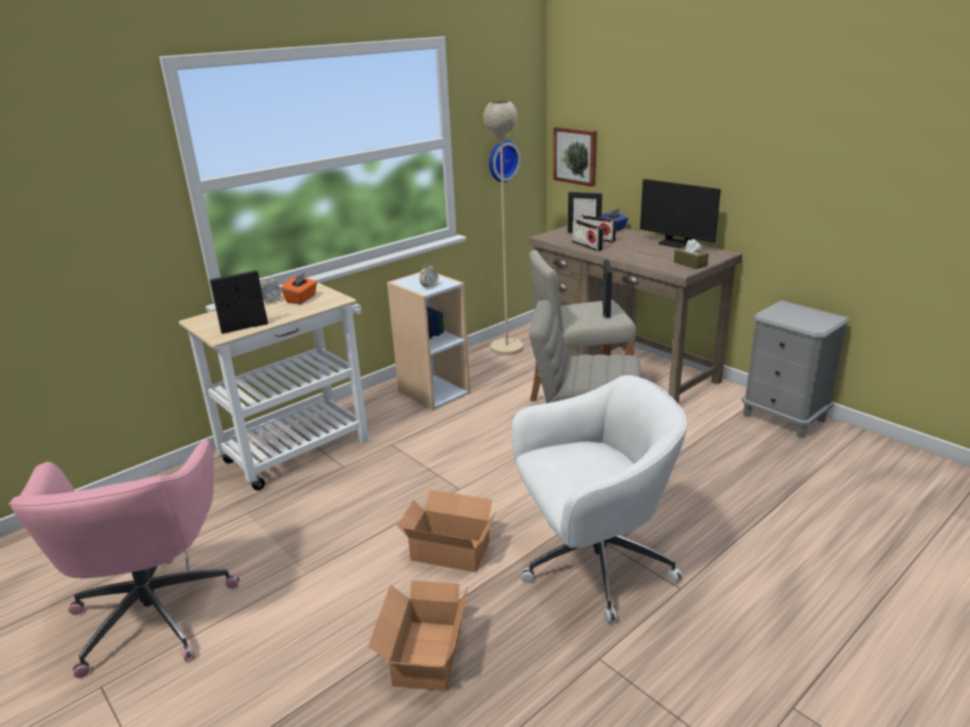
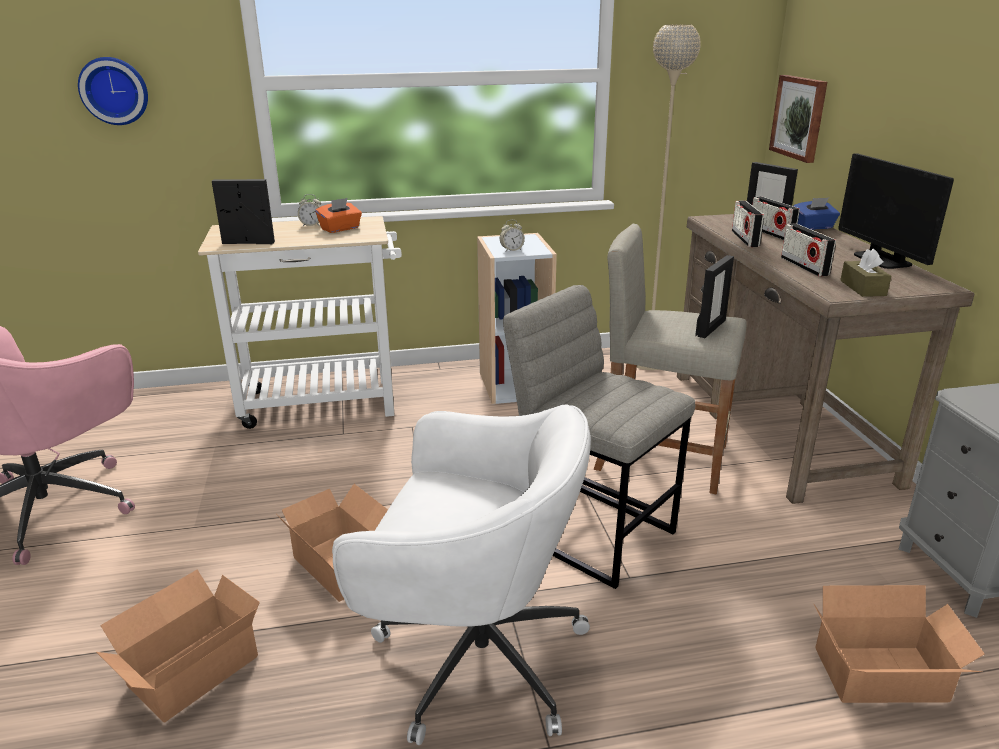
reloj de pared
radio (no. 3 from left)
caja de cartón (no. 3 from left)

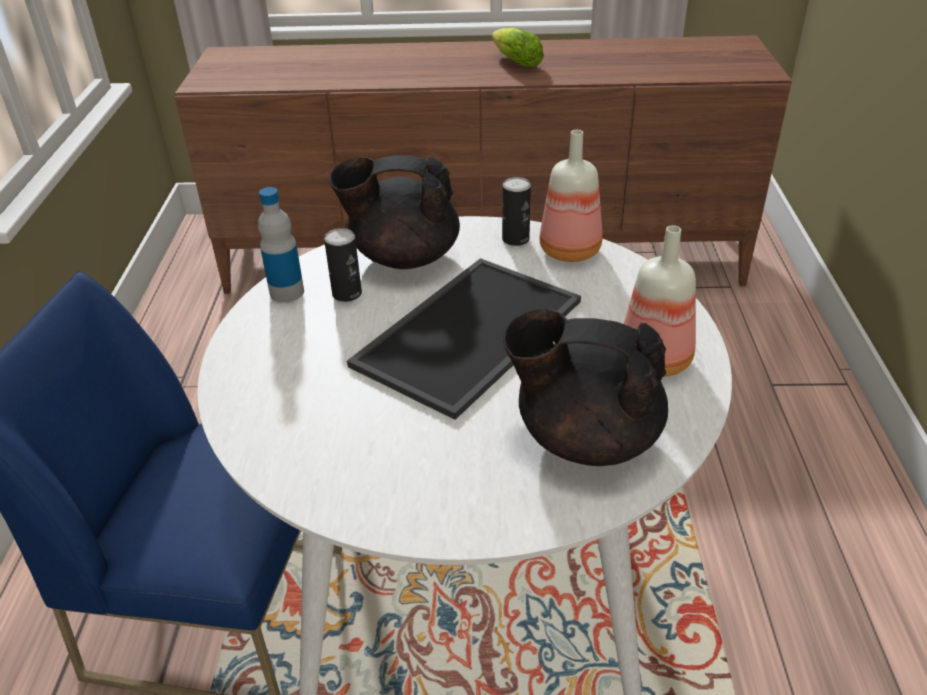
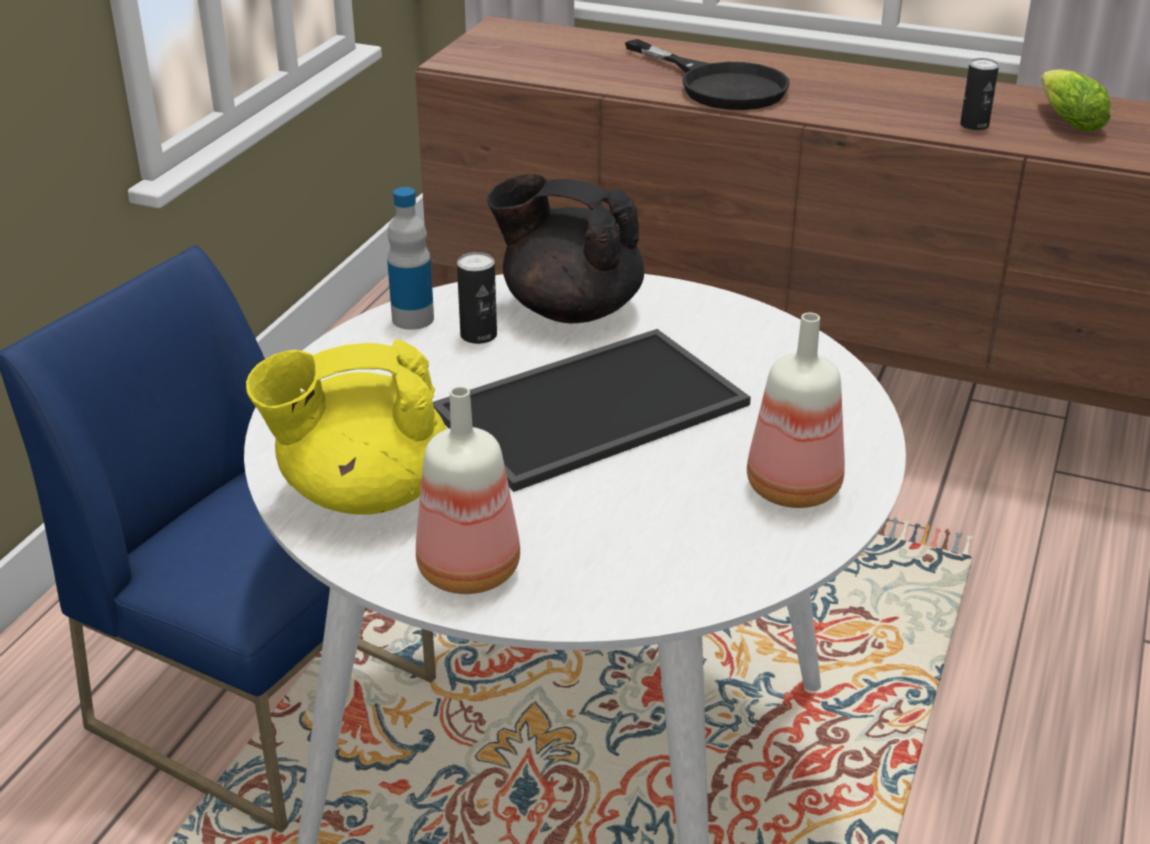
lechuga
botella (no. 2 from left)
lata (no. 2 from left)
tetera/negro (no. 2 from left in the first image)
sartén/negro
tetera/amarillo

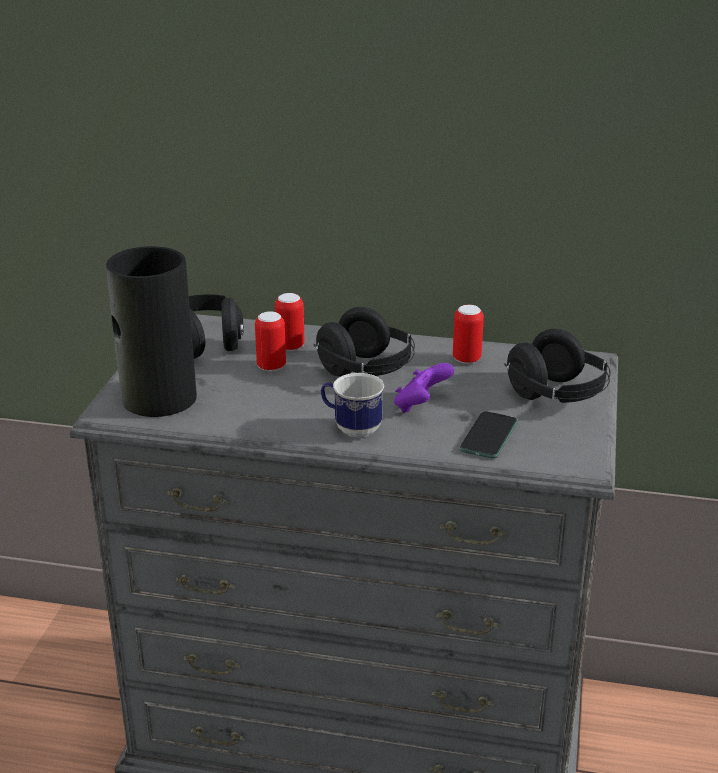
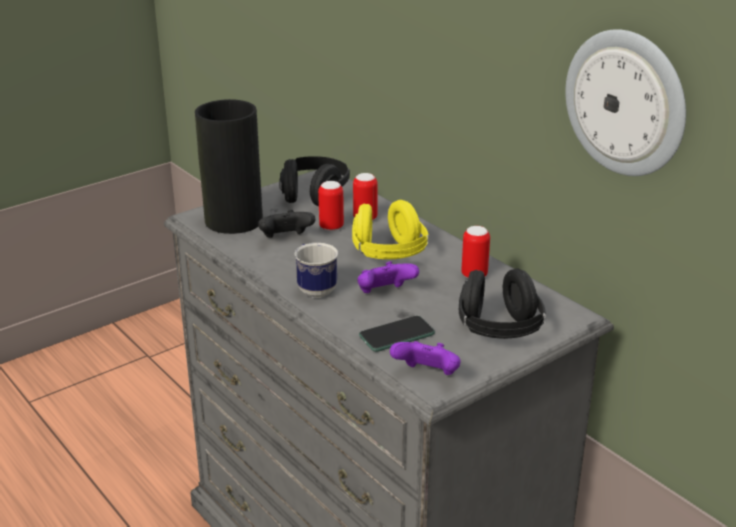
auriculares/amarillo
reloj de pared
mando de consola/negro
mando de consola/morado (no. 2 from left)

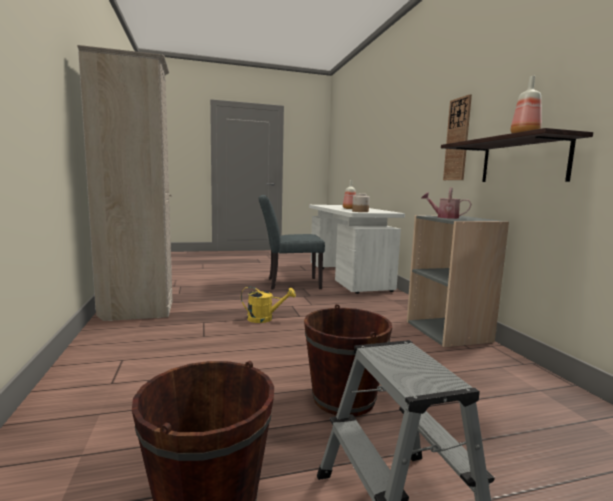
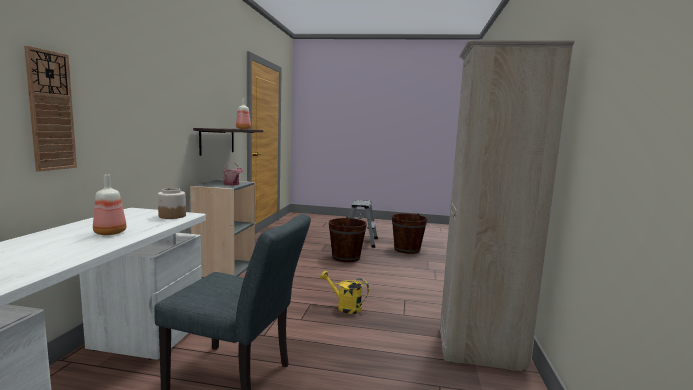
reloj de pared

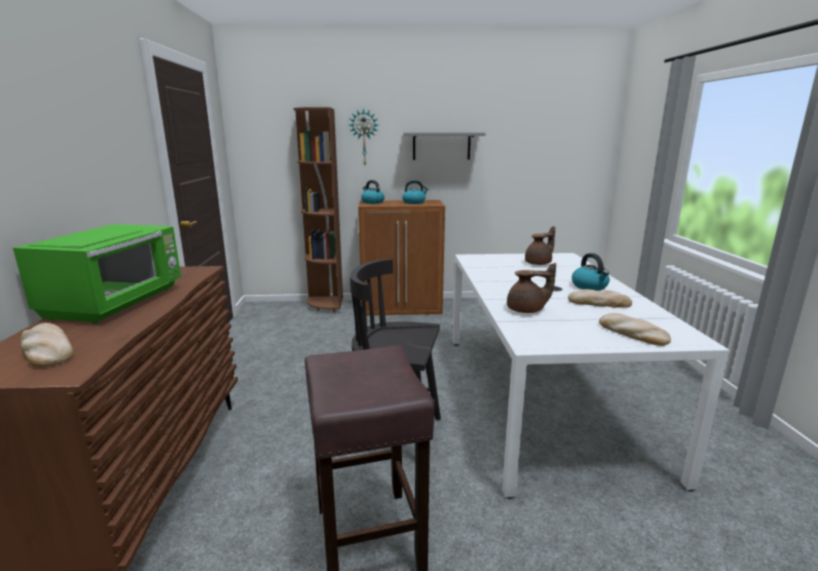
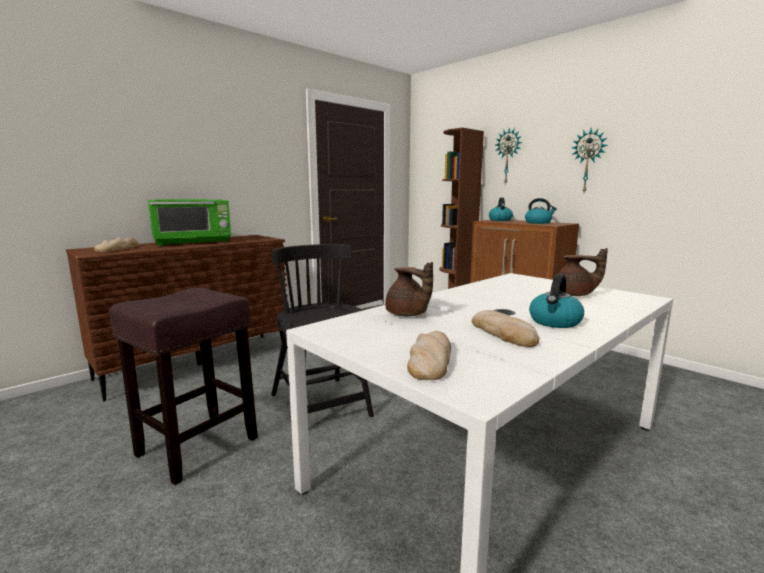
reloj de pared (no. 2 from left)

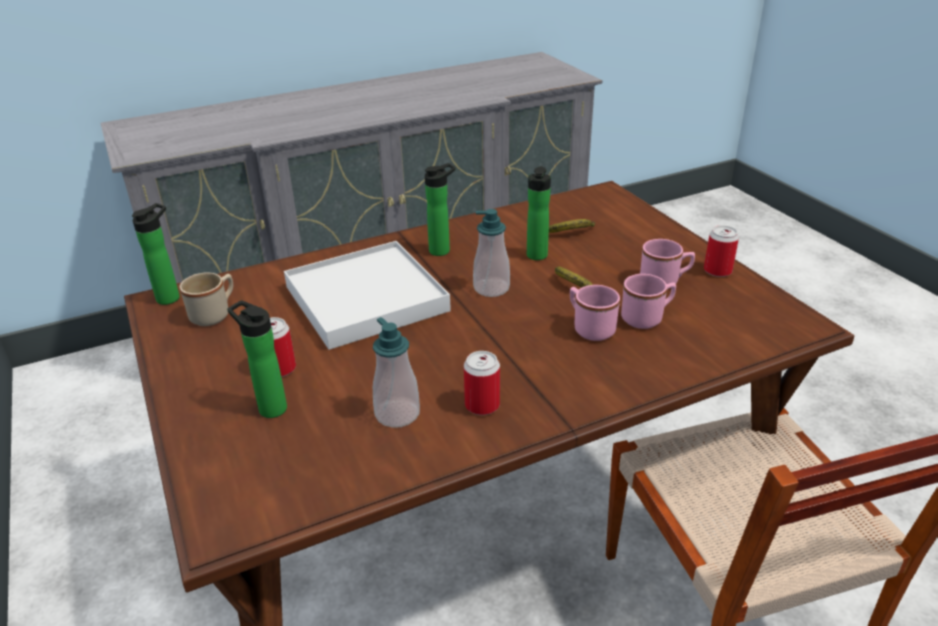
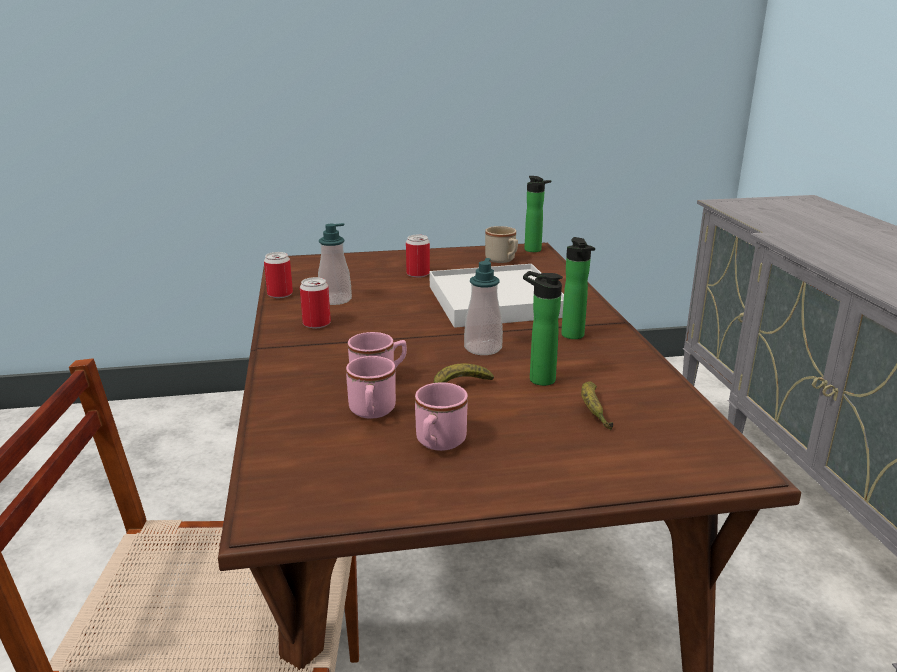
lata (no. 1 from left)
botella (no. 2 from left in the first image)

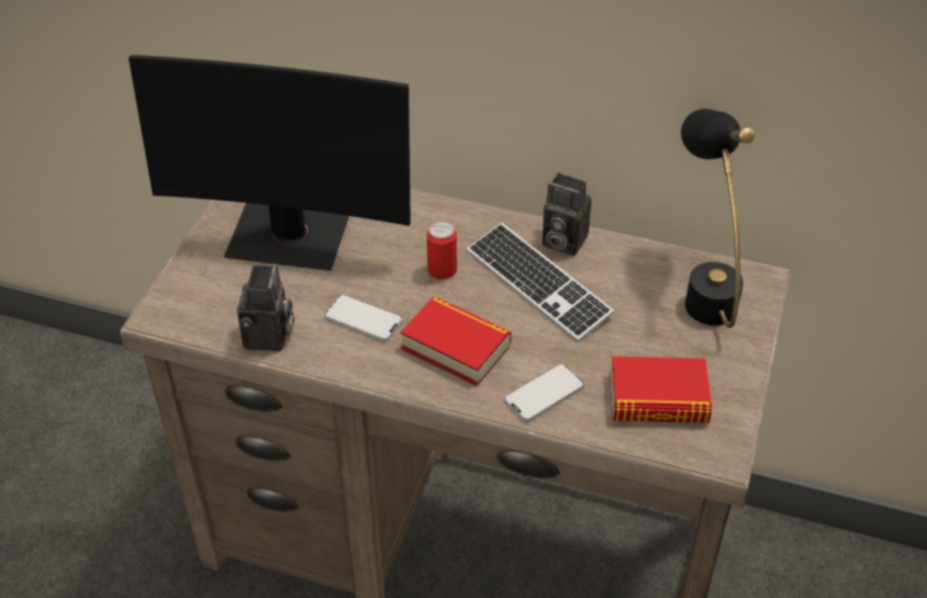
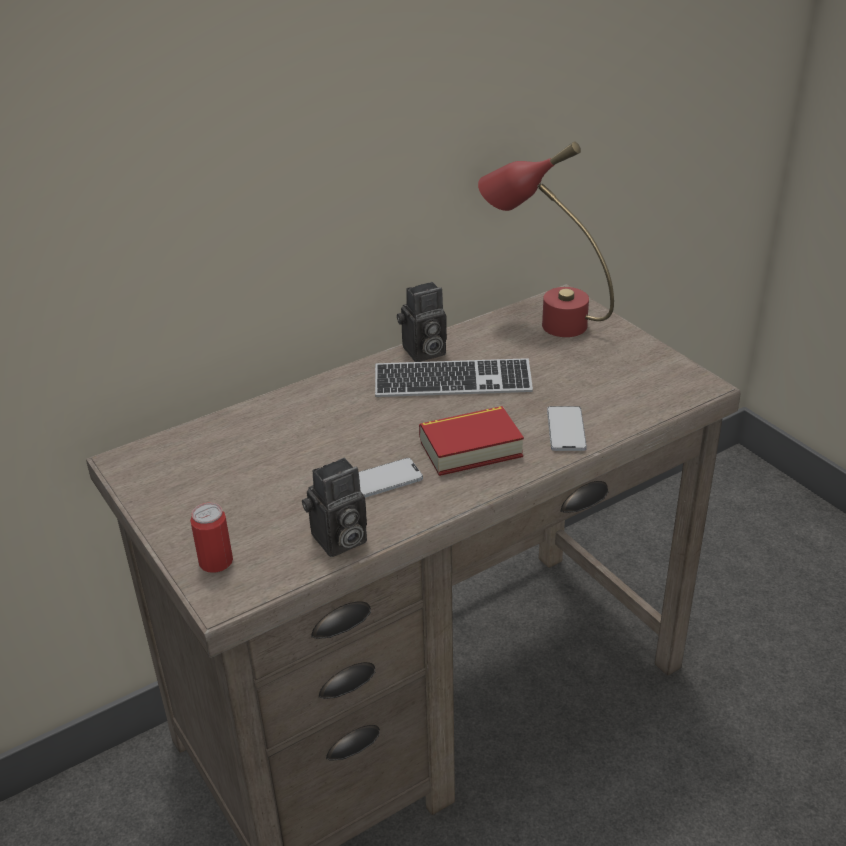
monitor
lámpara de mesa/rojo
lata
cámara (no. 1 from left)
libro (no. 2 from left in the first image)

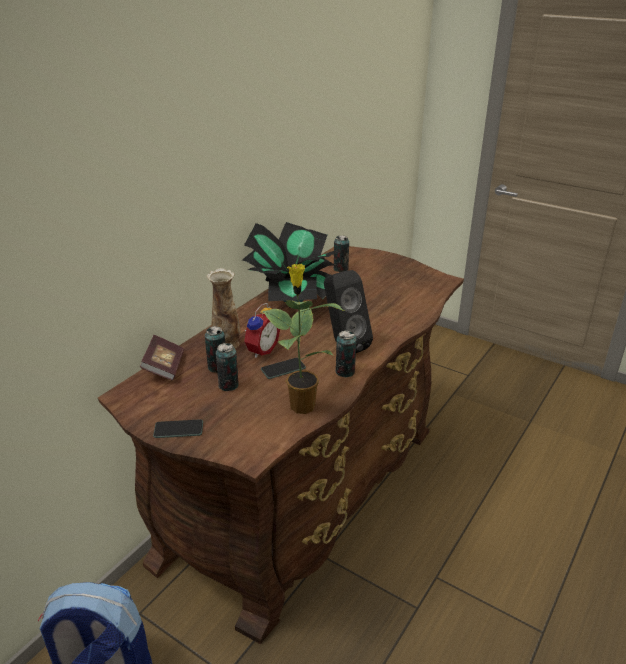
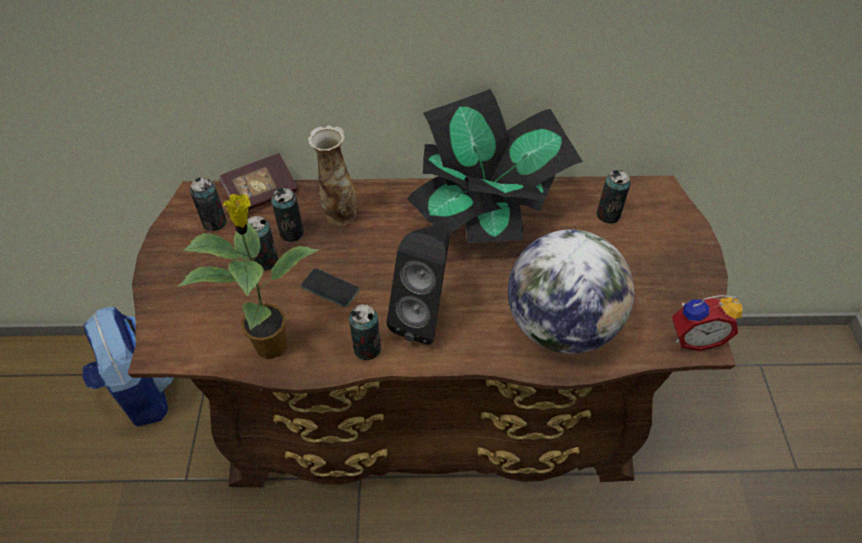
despertador
móvil (no. 1 from left in the first image)
lata (no. 1 from left)
globo terráqueo

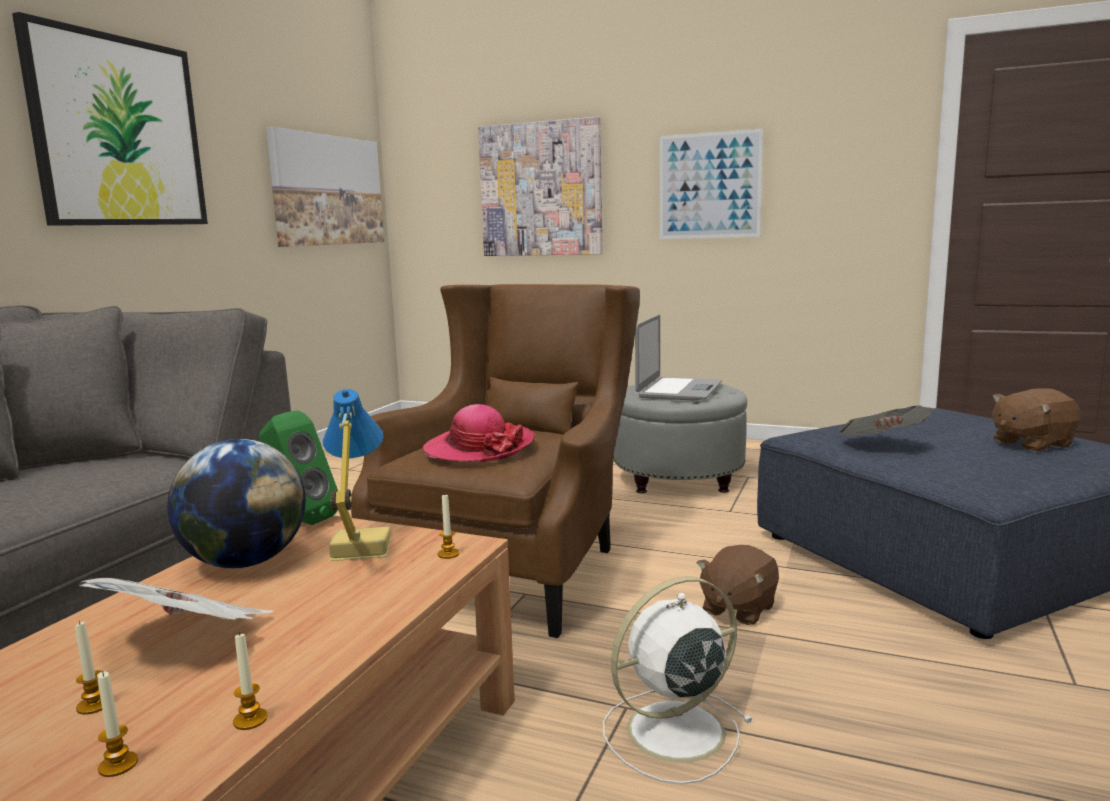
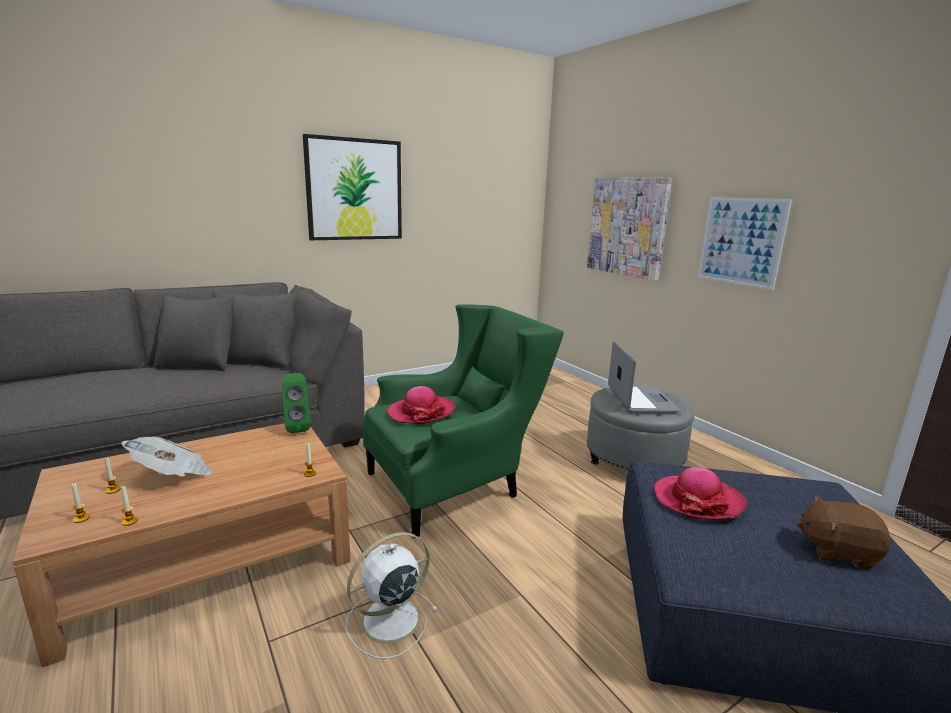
cuadro (no. 2 from left in the first image)
sillón/verde
portátil
lámpara de mesa
sombrero (no. 2 from left)
globo terráqueo
peluche/marrón (no. 1 from left in the first image)
ventilador/blanco

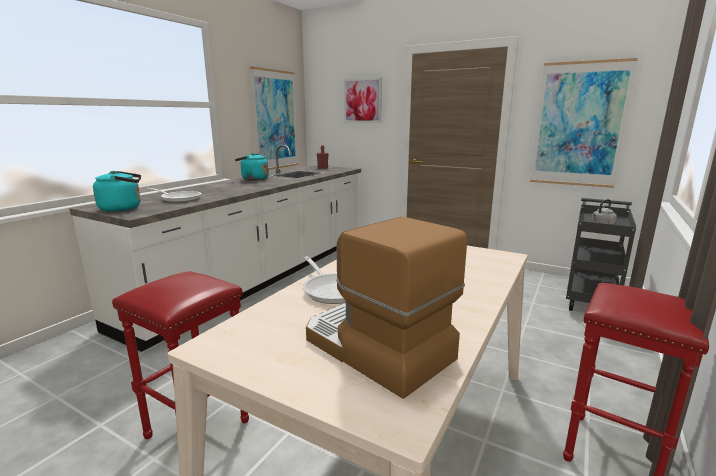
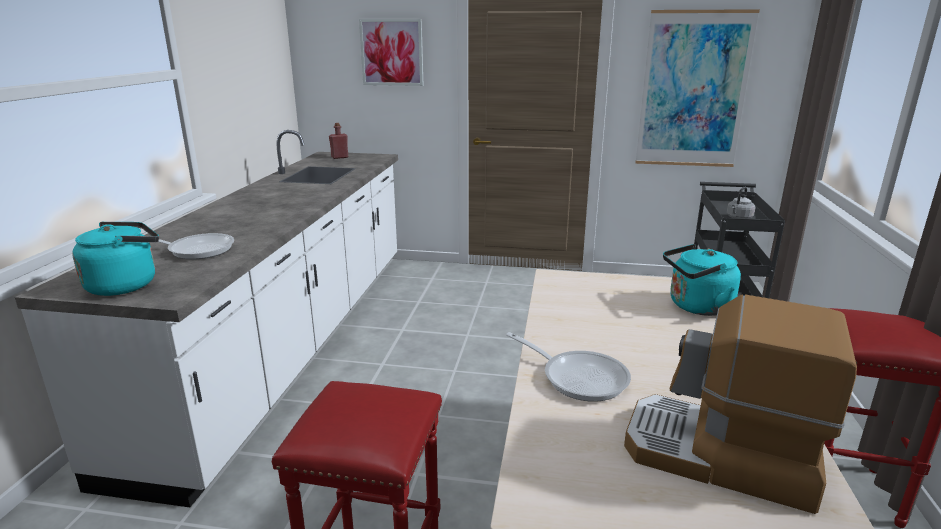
cuadro (no. 1 from left in the first image)
hervidor/turquesa (no. 2 from left)

